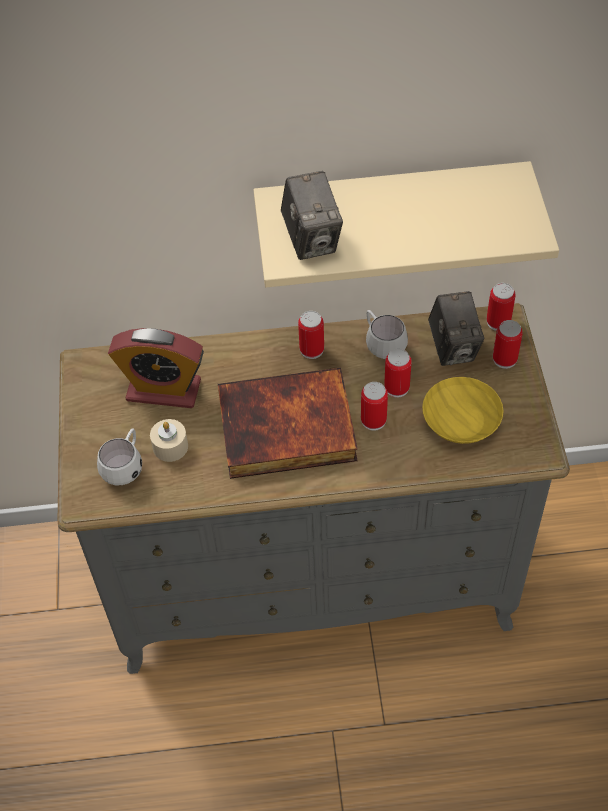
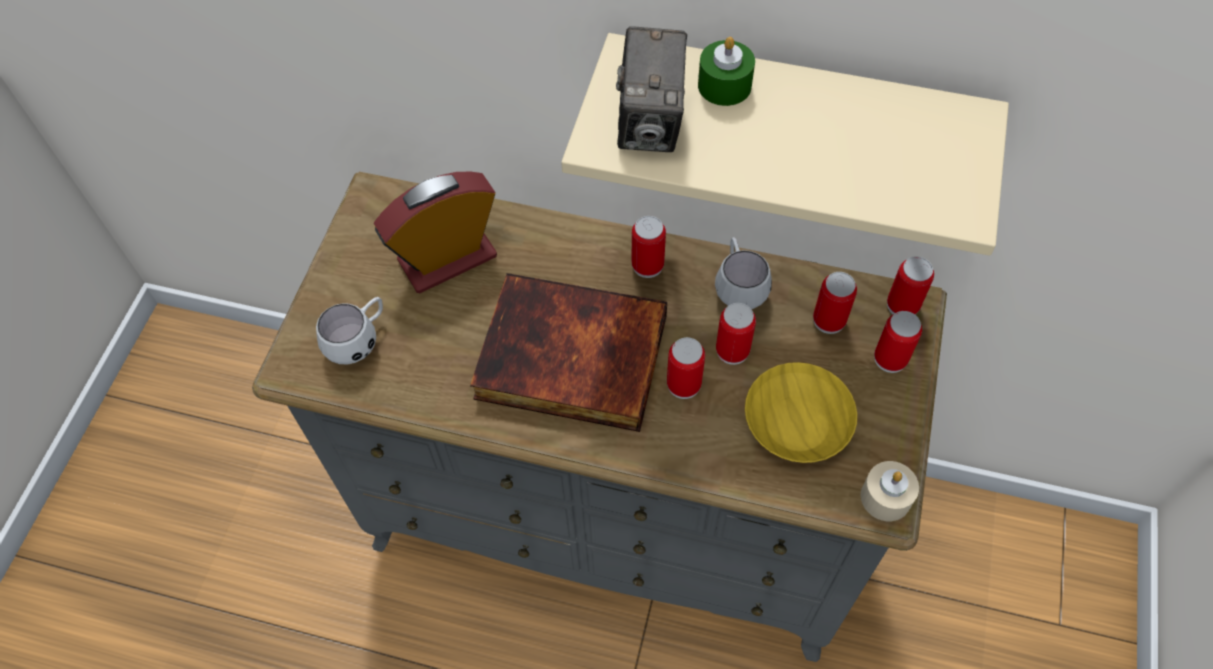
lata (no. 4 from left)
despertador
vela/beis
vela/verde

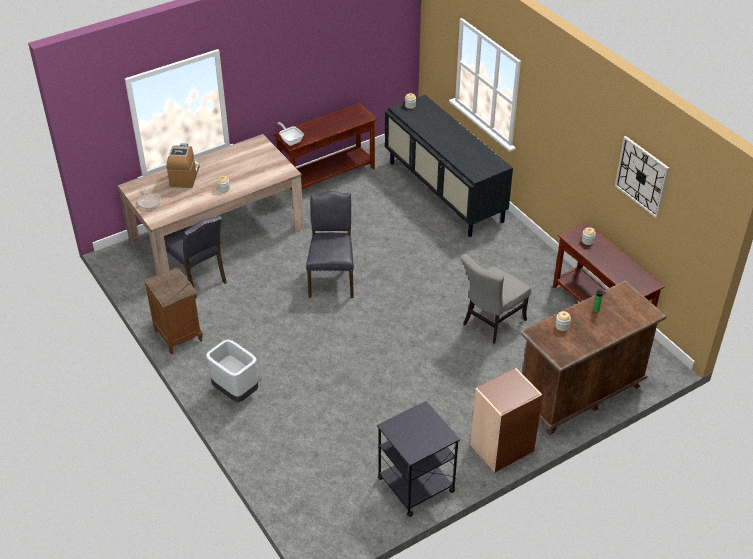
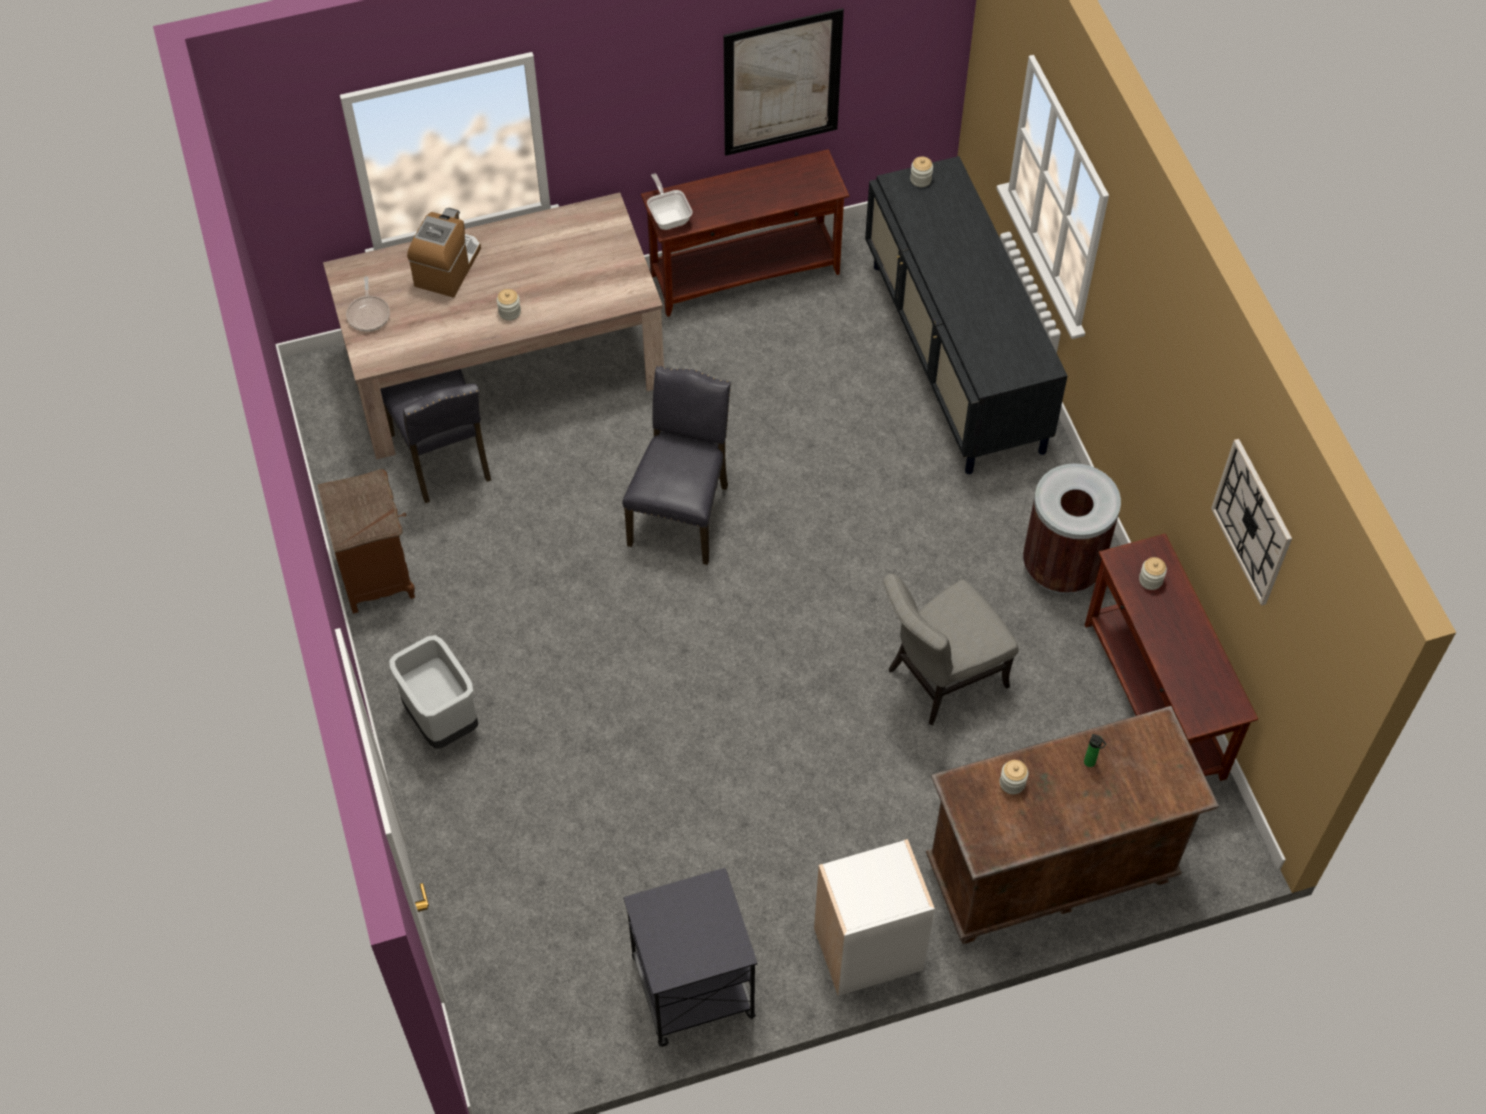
estantería/blanco
cuadro
papelera/marrón

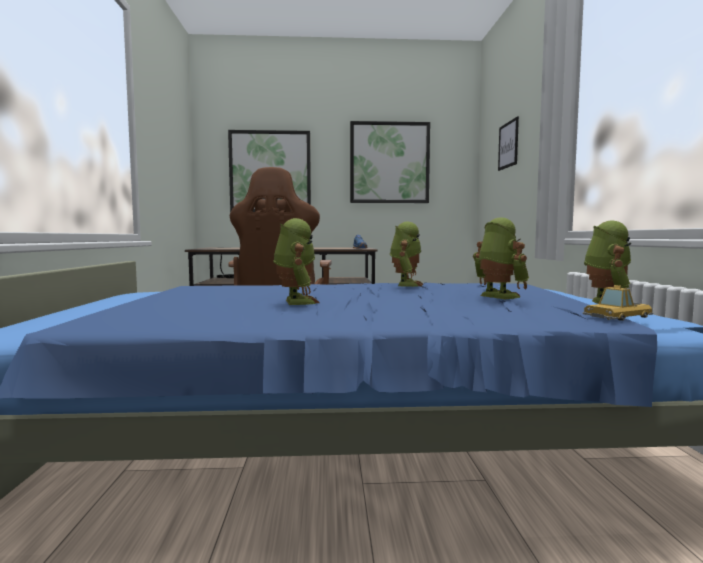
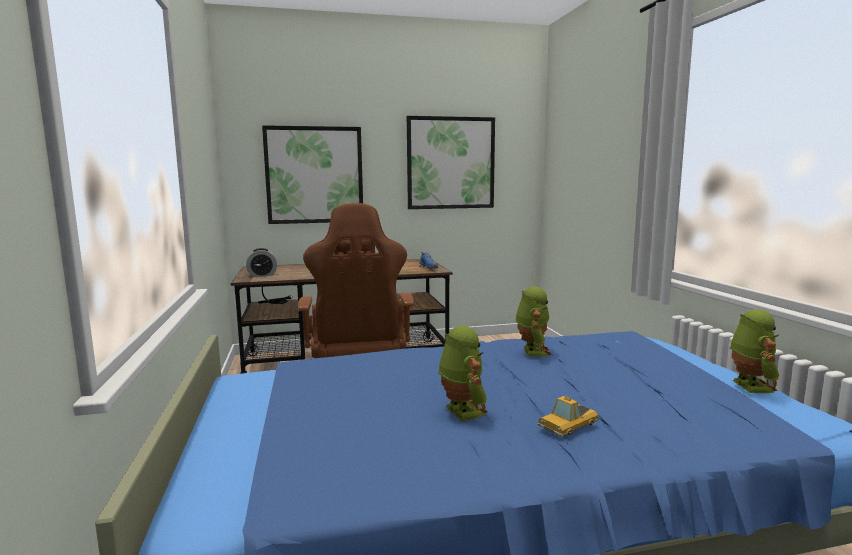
cuadro (no. 3 from left in the first image)
robot de juguete (no. 3 from left in the first image)
coche de juguete
despertador

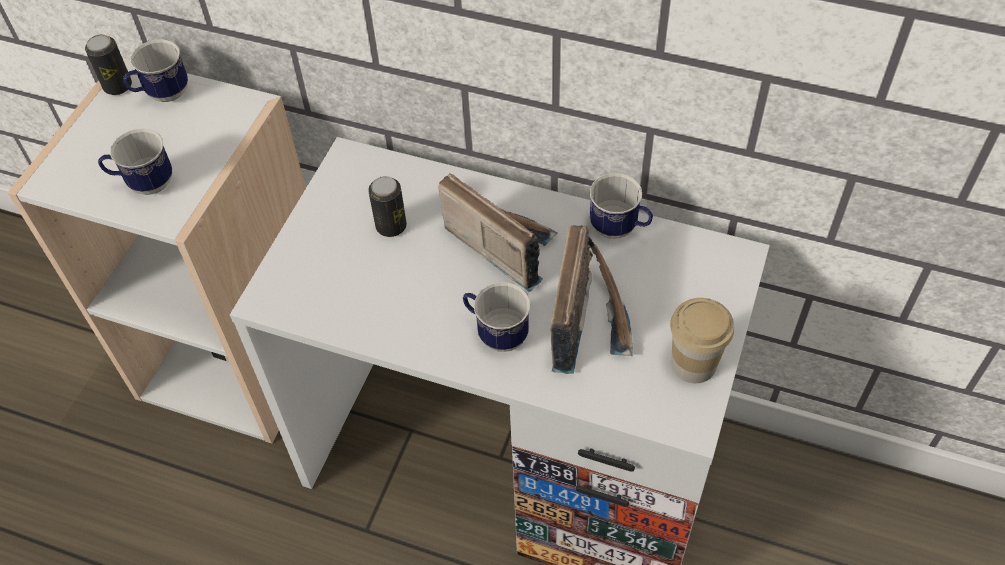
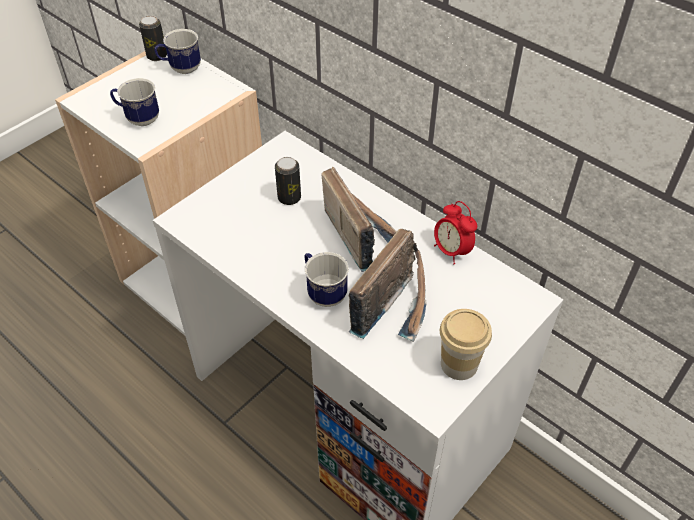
despertador

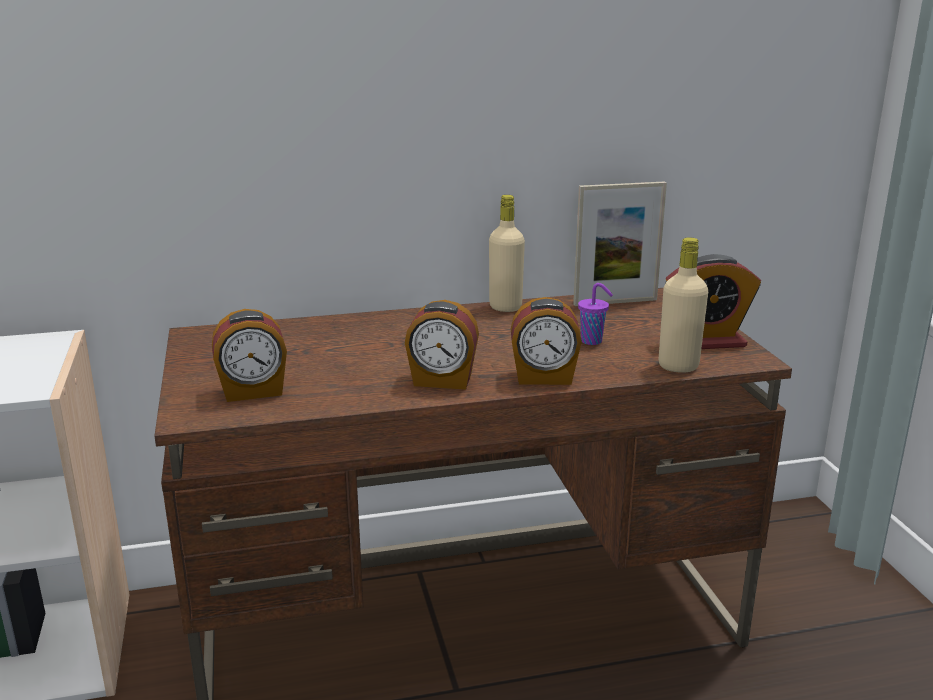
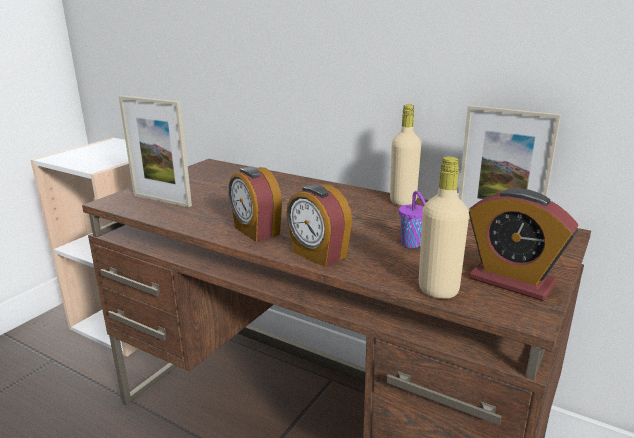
portarretratos (no. 1 from left)

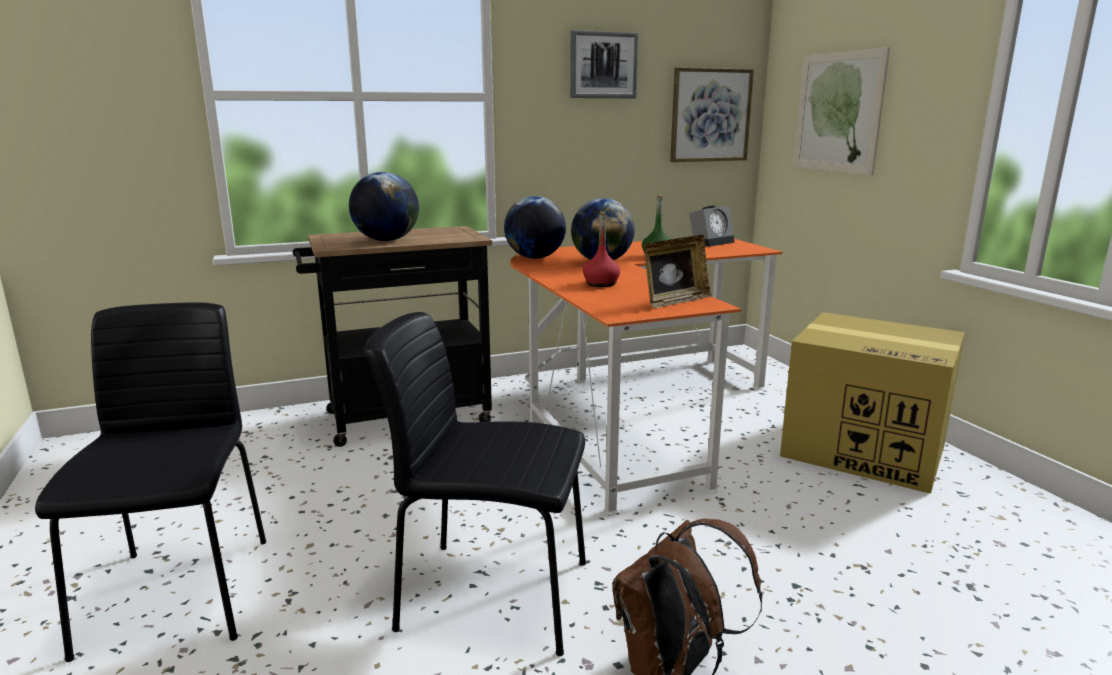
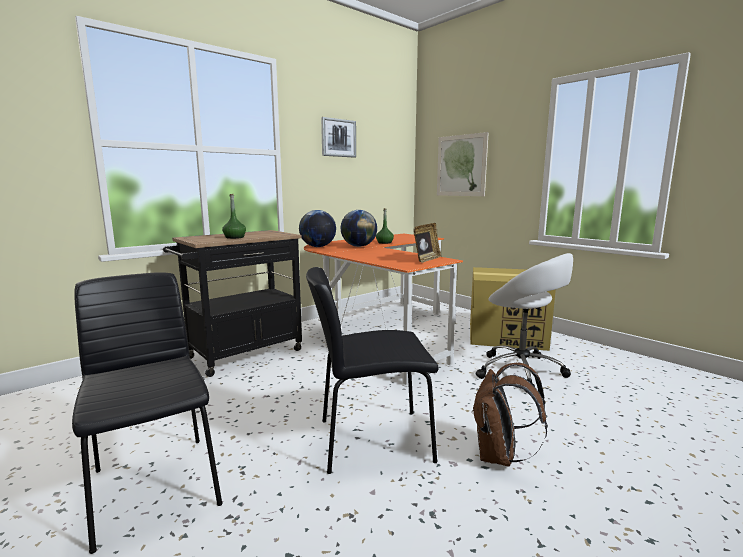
cuadro (no. 2 from left in the first image)
botella/verde (no. 1 from left)
despertador
botella/rojo
silla de oficina/blanco

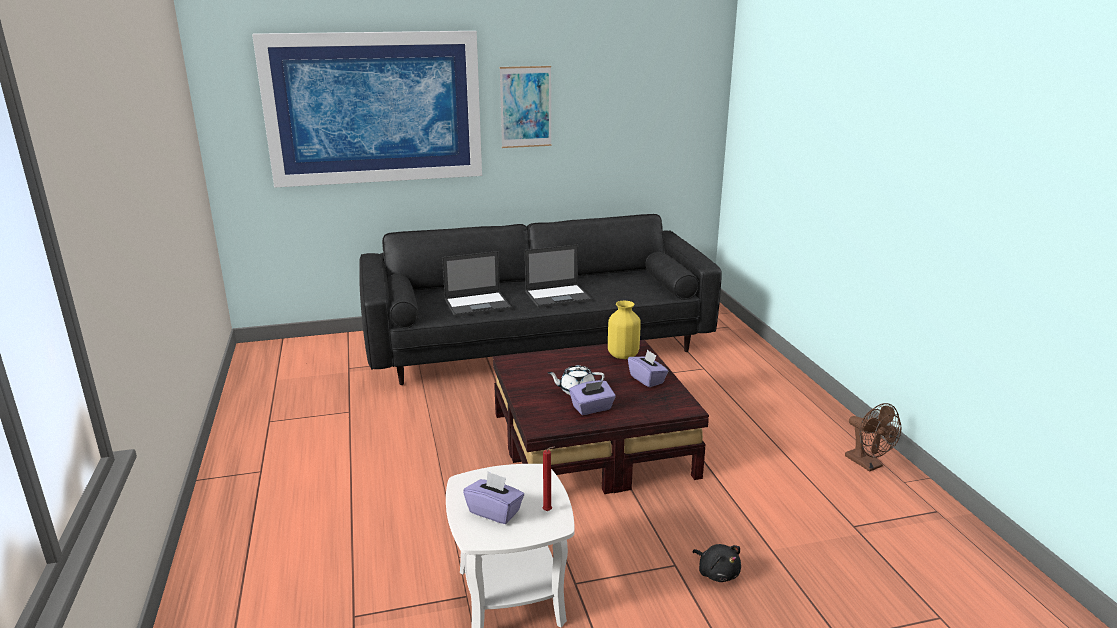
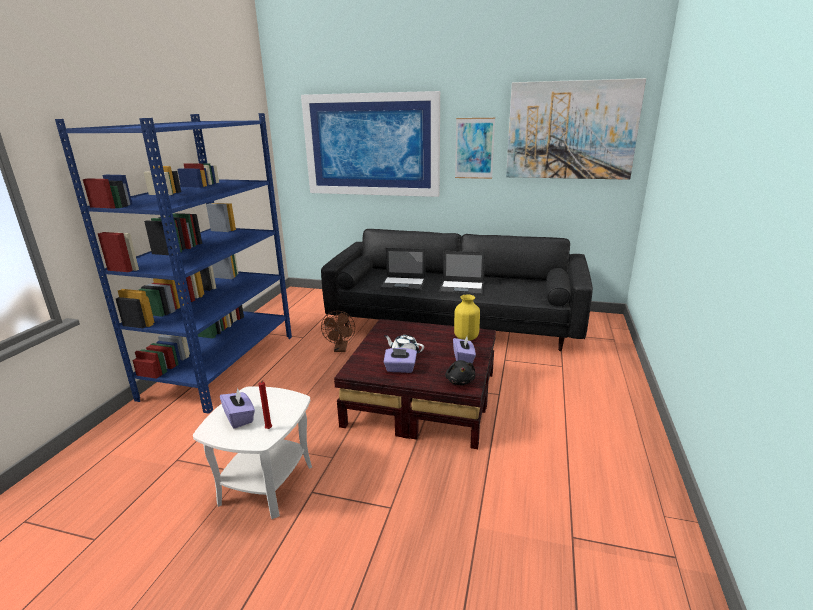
ventilador/marrón
peluche/negro
cuadro (no. 3 from left)
estantería/azul

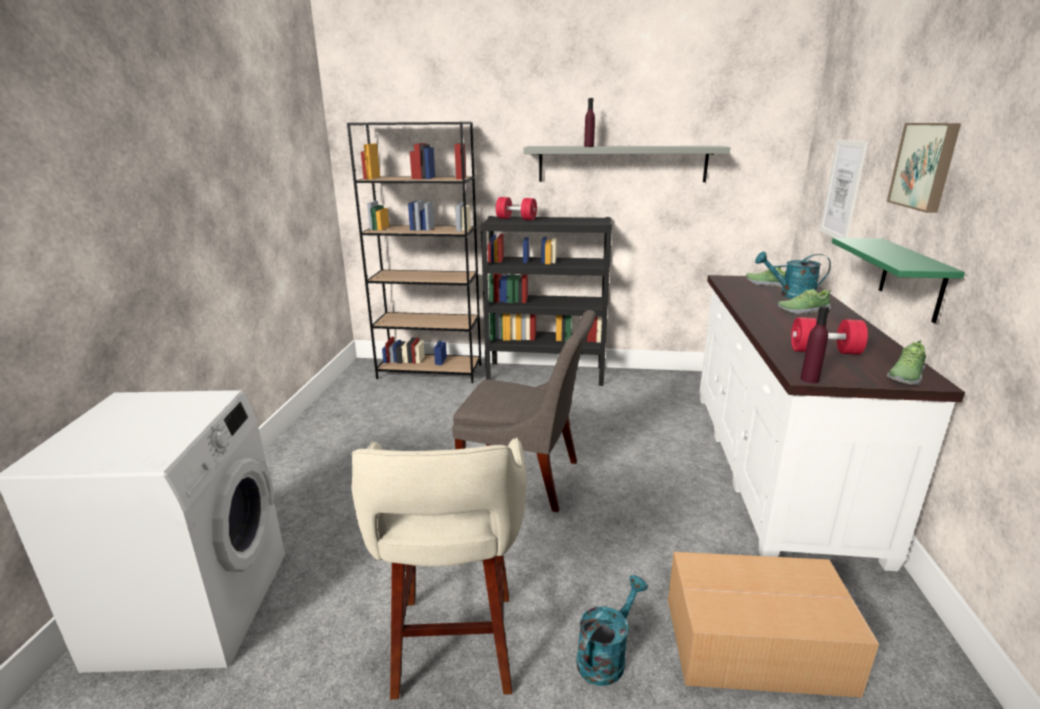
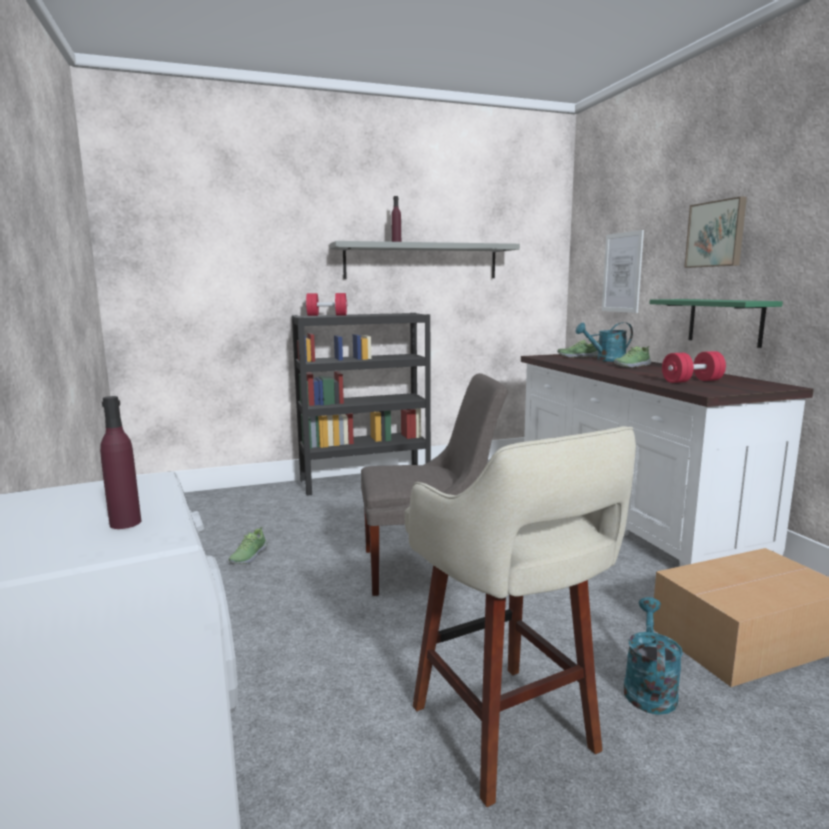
estantería/beis
botella/morado (no. 1 from left)
zapato (no. 1 from left)

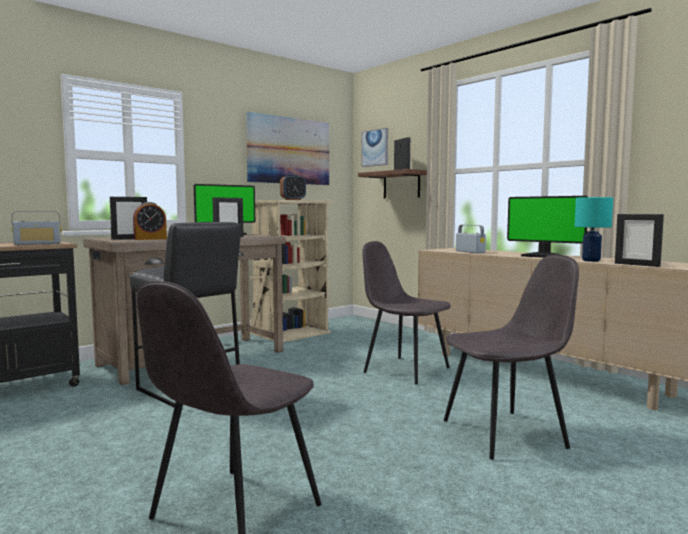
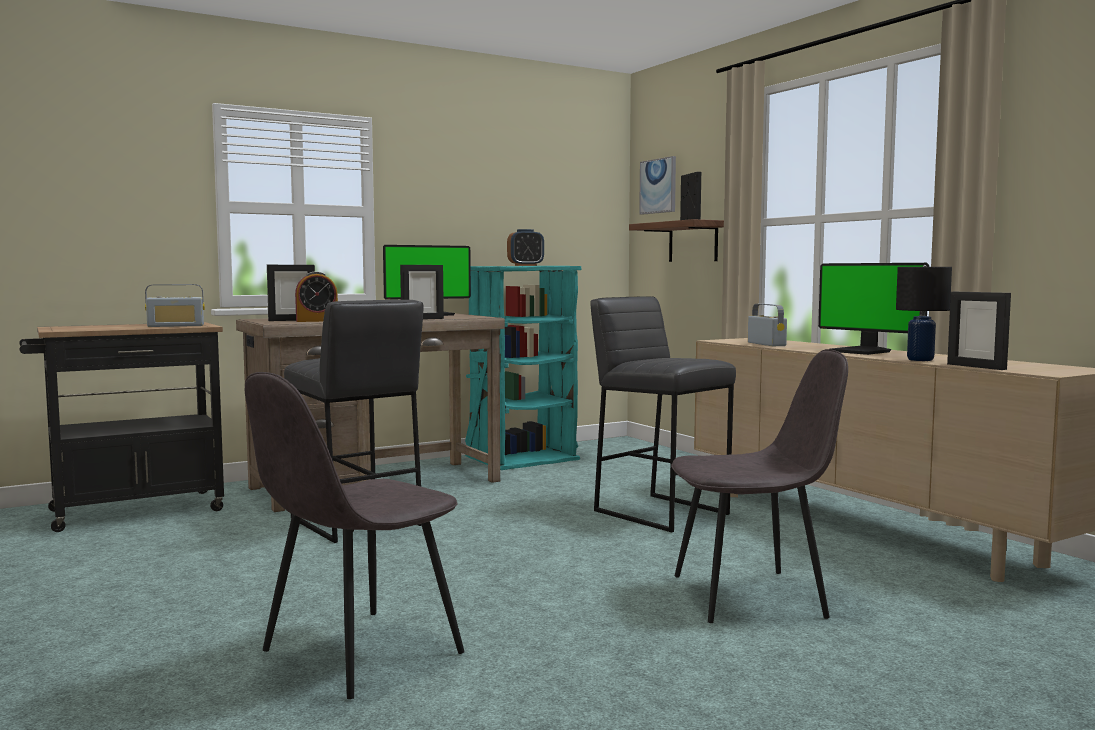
cuadro (no. 1 from left in the first image)
lámpara de mesa/negro
estantería/turquesa
taburete/gris (no. 2 from left)

